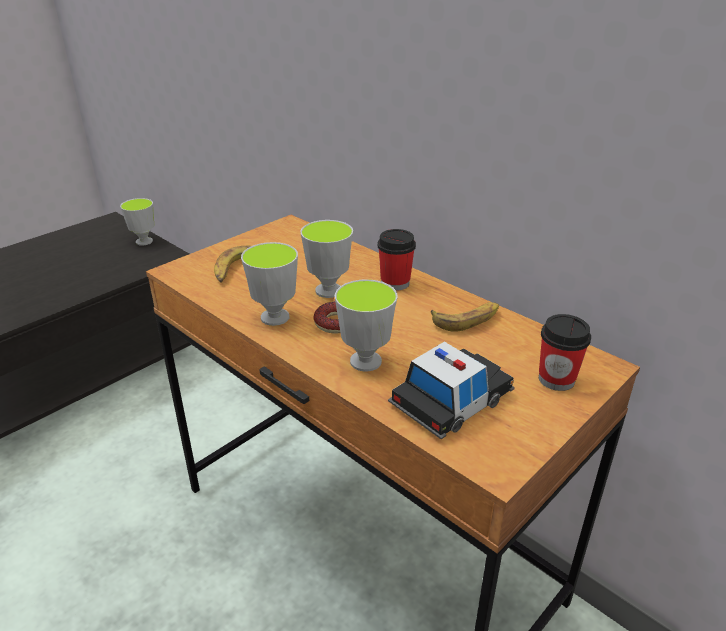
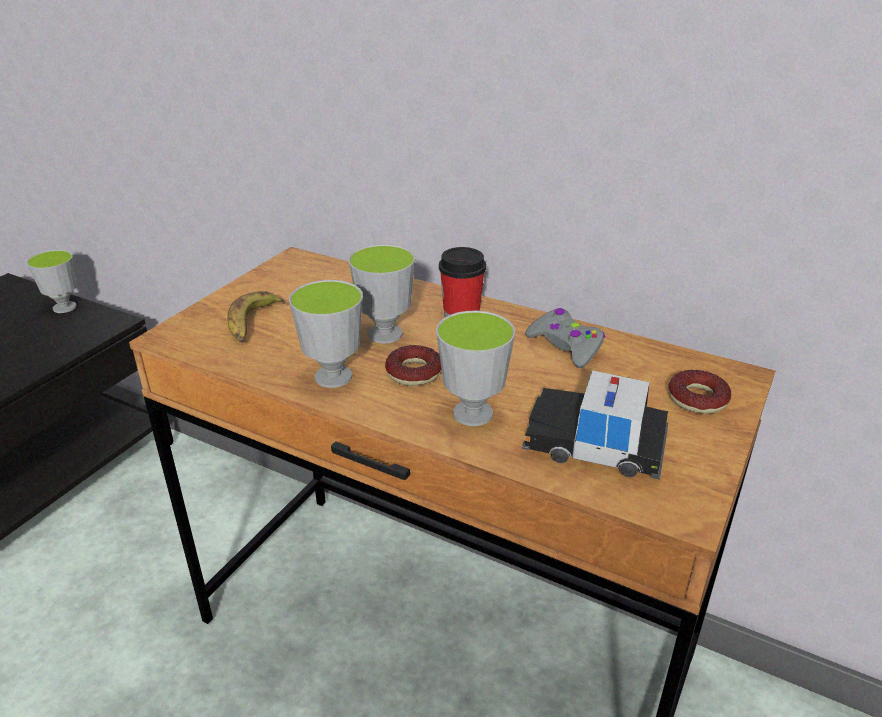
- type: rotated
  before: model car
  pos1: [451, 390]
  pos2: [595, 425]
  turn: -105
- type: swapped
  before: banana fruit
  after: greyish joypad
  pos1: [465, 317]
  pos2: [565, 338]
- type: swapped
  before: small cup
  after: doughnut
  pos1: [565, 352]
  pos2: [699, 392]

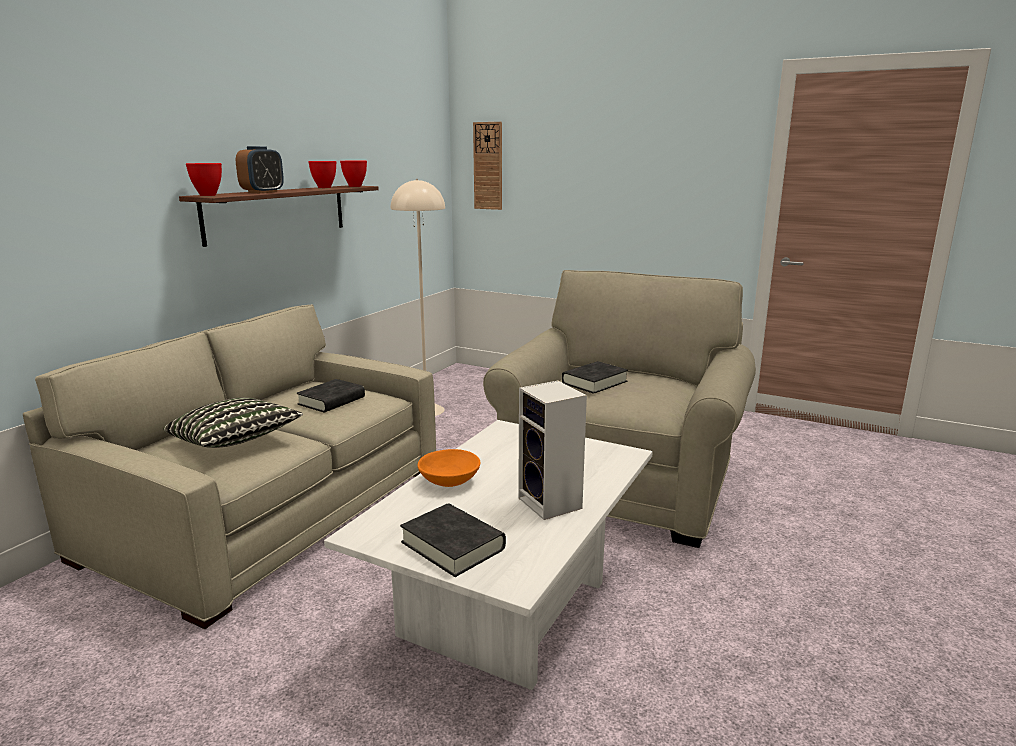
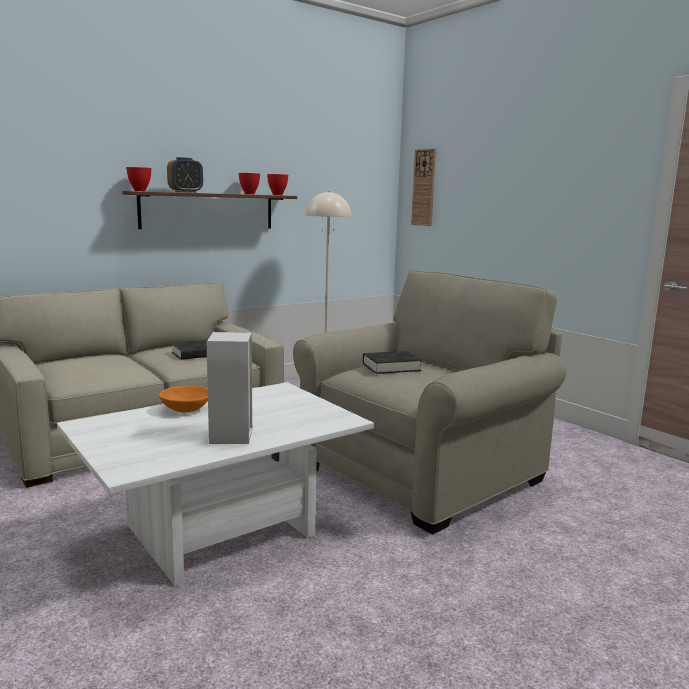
- type: gone
  before: cushion
  pos1: [233, 422]
- type: gone
  before: black-coloured book
  pos1: [453, 540]

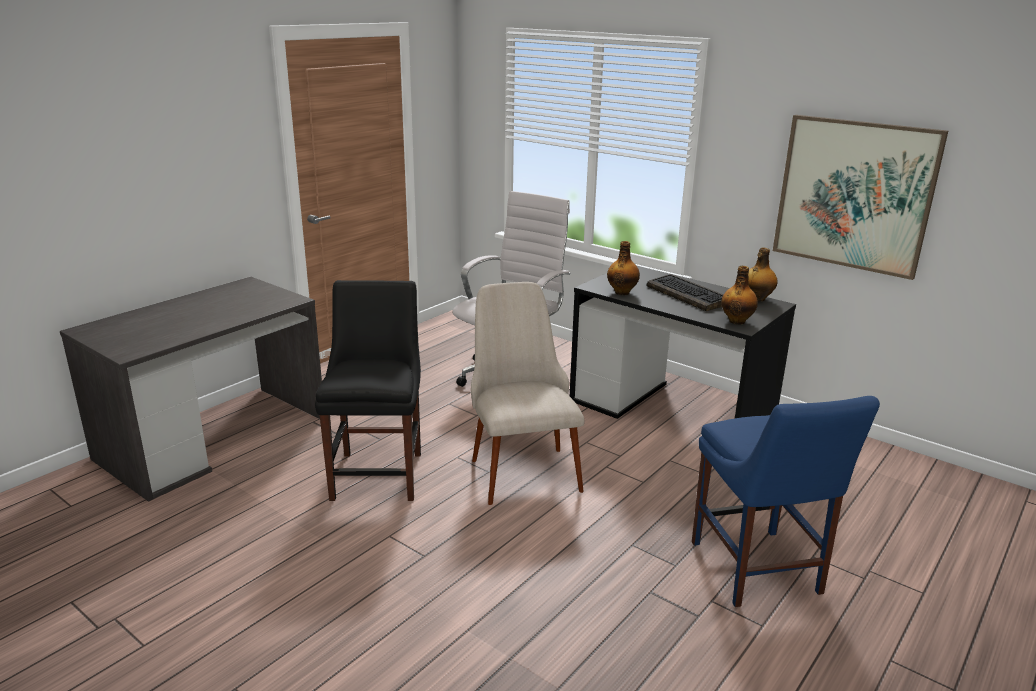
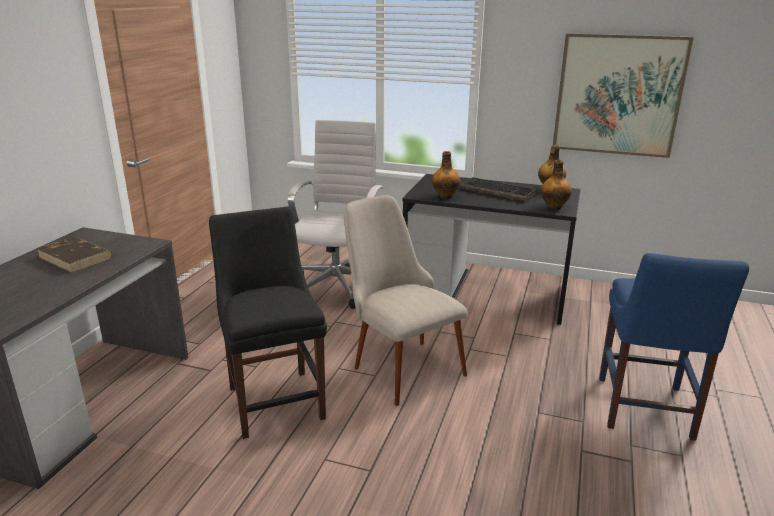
- type: new
  after: brownish book
  pos2: [74, 255]
- type: rotated
  before: blue-coloured upright chair
  pos1: [786, 501]
  pos2: [674, 347]
  turn: 45

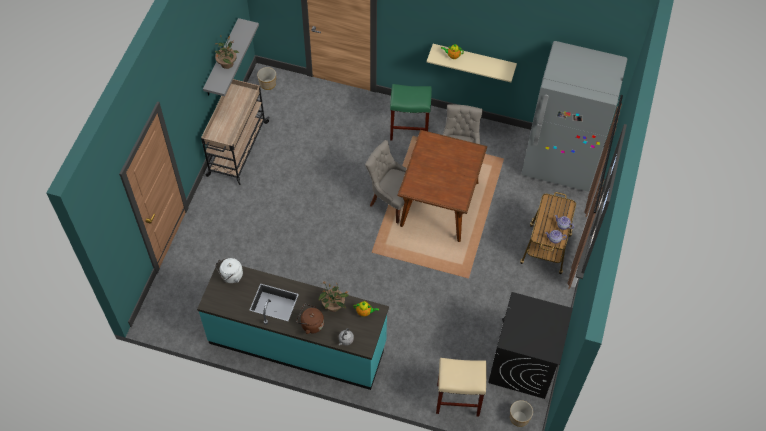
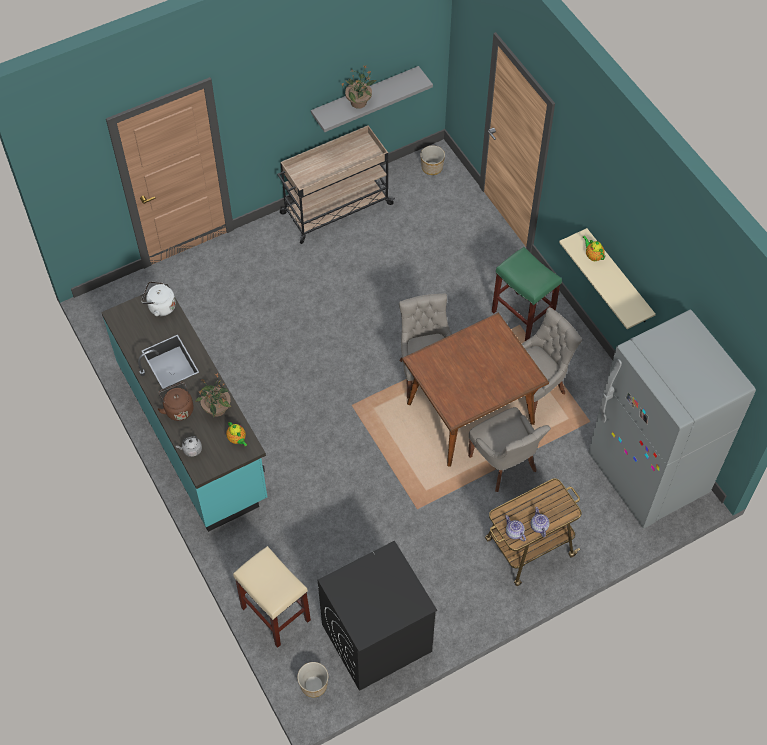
- type: new
  after: greyish upright chair
  pos2: [509, 449]

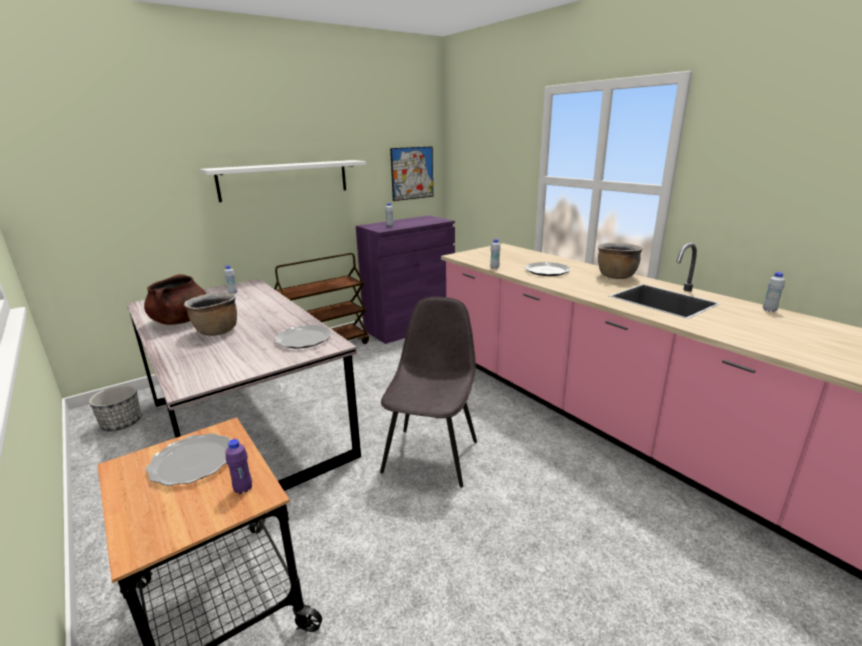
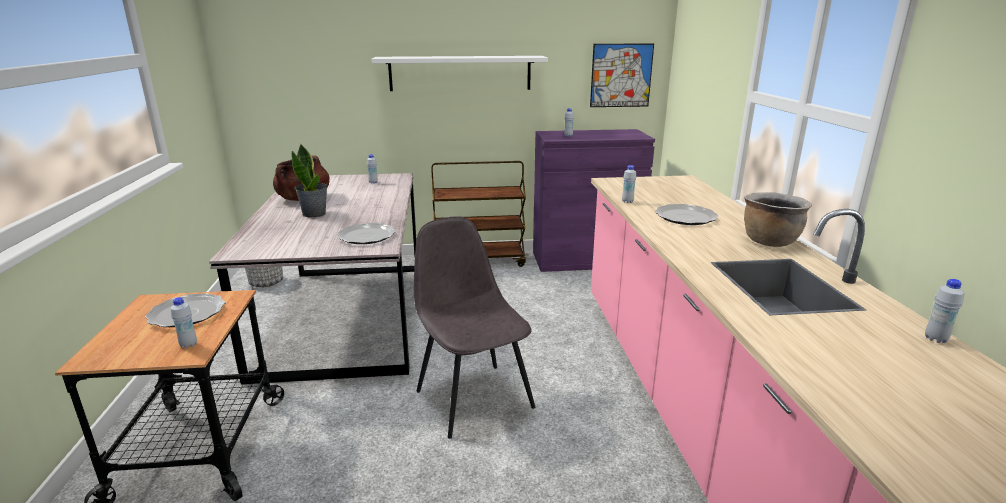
- type: repainted
  before: purplish beverage bottle
  after: whitish beverage bottle
  pos1: [238, 466]
  pos2: [184, 322]
- type: swapped
  before: brownish saucepot
  after: plant in a pot
  pos1: [210, 314]
  pos2: [309, 181]
- type: rotated
  before: greyish upright chair
  pos1: [428, 392]
  pos2: [474, 327]
  turn: -75

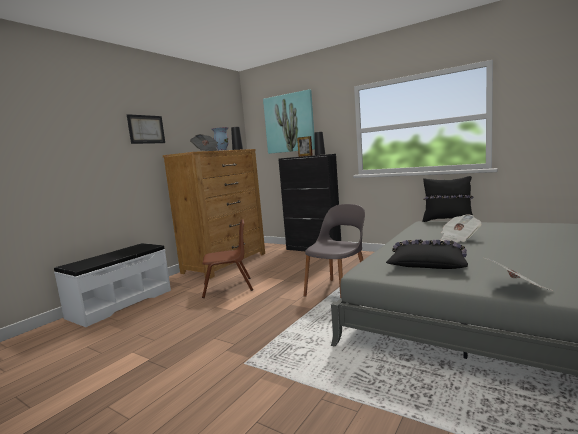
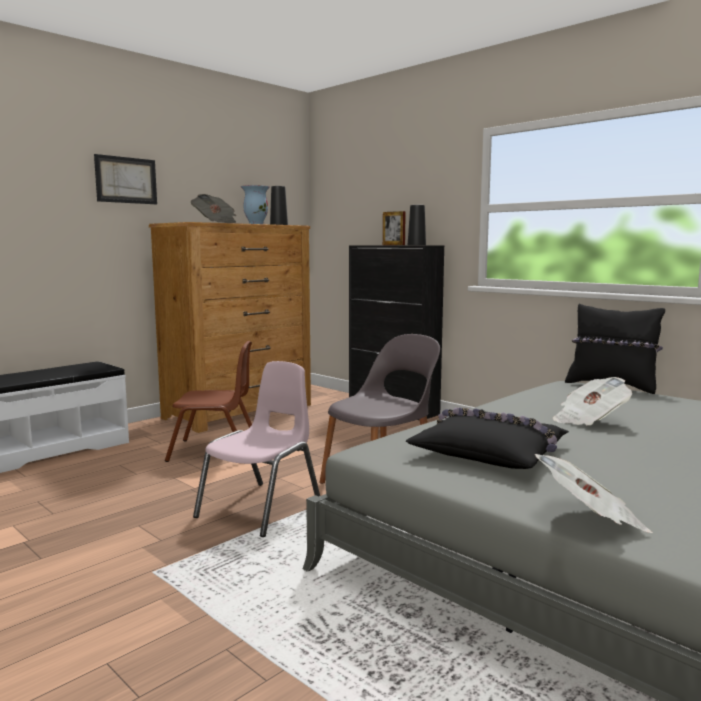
- type: new
  after: pink-coloured upright chair
  pos2: [256, 449]
- type: gone
  before: wall picture
  pos1: [289, 121]

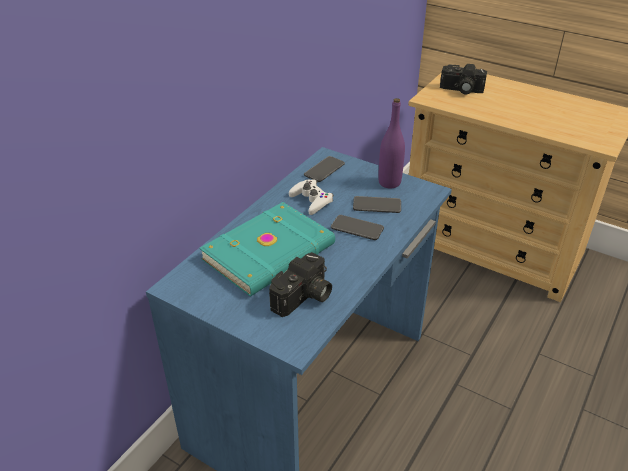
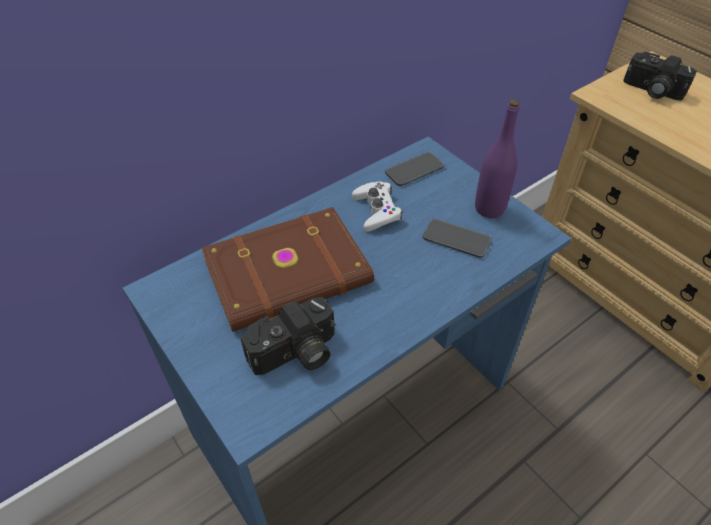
- type: repainted
  before: blue-green book
  after: brownish book
  pos1: [267, 249]
  pos2: [287, 269]
- type: gone
  before: handset
  pos1: [357, 227]

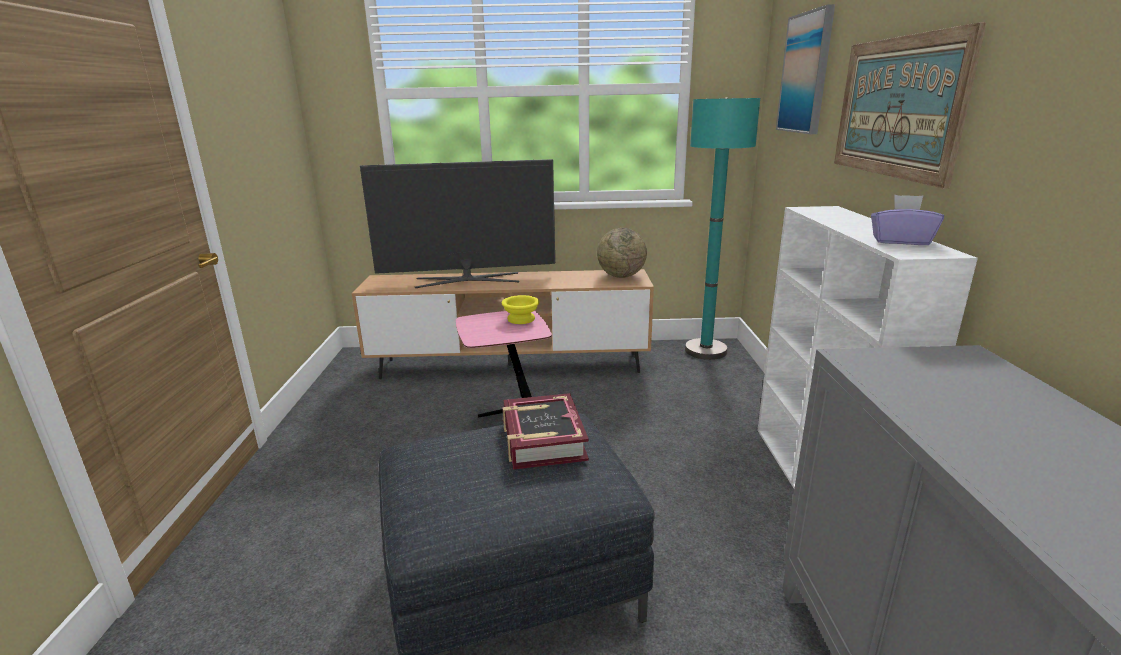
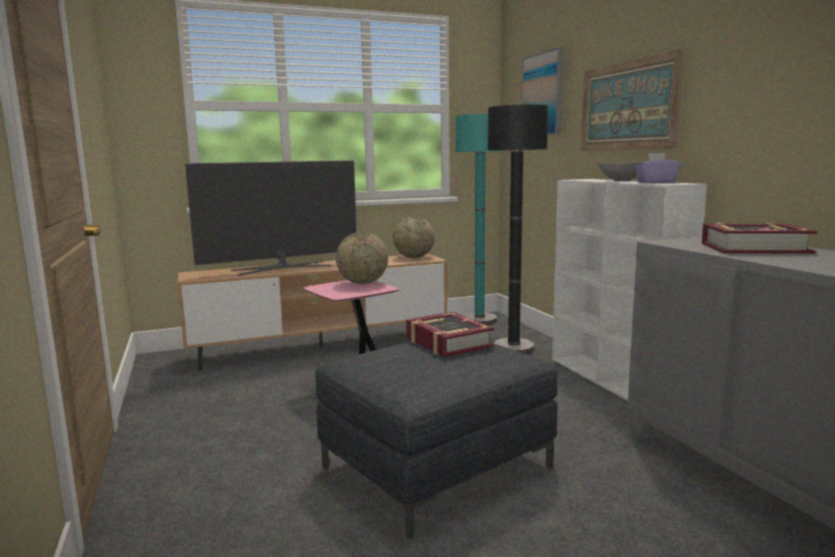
- type: swapped
  before: yellow deep dish
  after: globe
  pos1: [520, 309]
  pos2: [362, 258]
- type: new
  after: black-coloured standard lamp
  pos2: [518, 229]
- type: new
  after: greyish deep dish
  pos2: [620, 171]
- type: new
  after: book
  pos2: [760, 238]

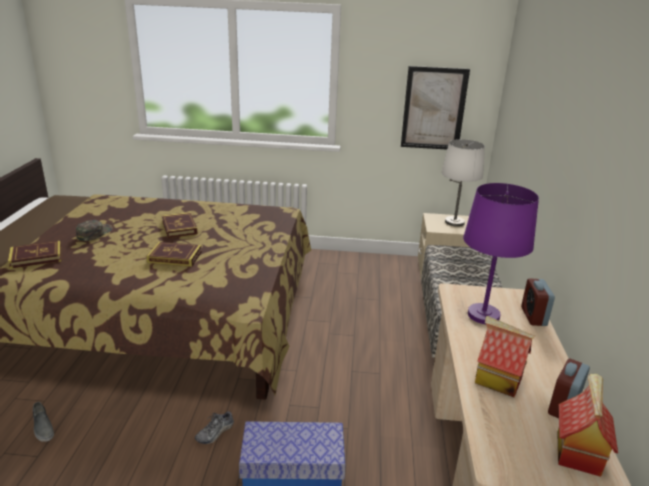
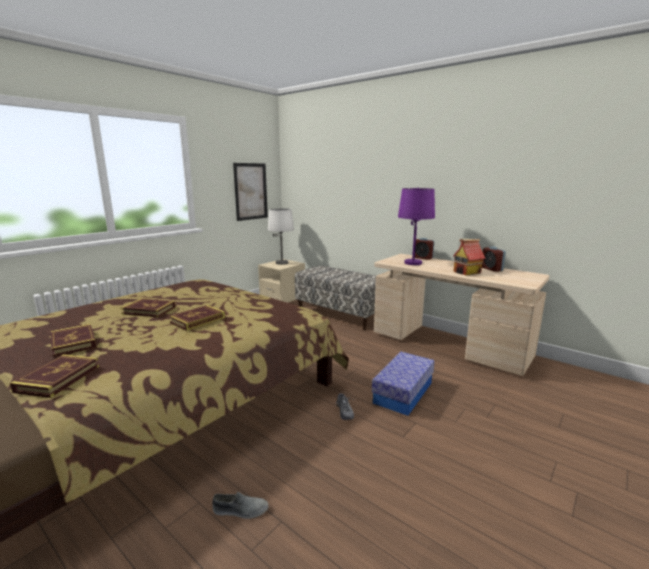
- type: swapped
  before: greenish baseball cap
  after: book
  pos1: [94, 230]
  pos2: [74, 340]
- type: gone
  before: model house
  pos1: [587, 425]

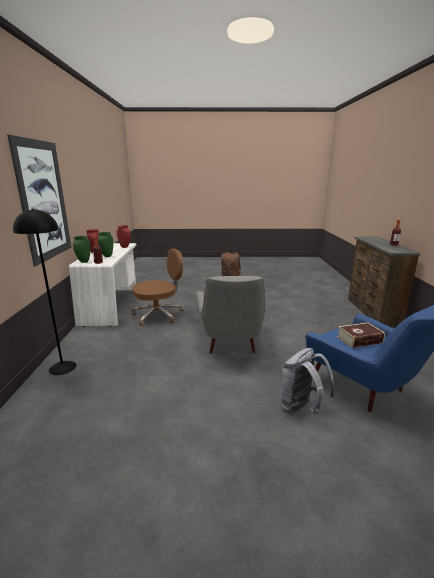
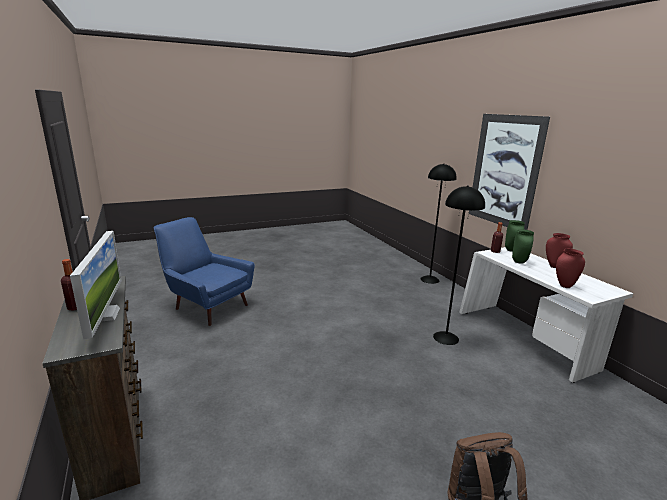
- type: new
  after: computer screen
  pos2: [96, 285]
- type: swapped
  before: brownish desk chair
  after: black-coloured standard lamp
  pos1: [157, 287]
  pos2: [459, 265]
- type: gone
  before: greyish armchair
  pos1: [231, 314]
- type: gone
  before: greyish knapsack
  pos1: [307, 381]
- type: gone
  before: book
  pos1: [361, 335]

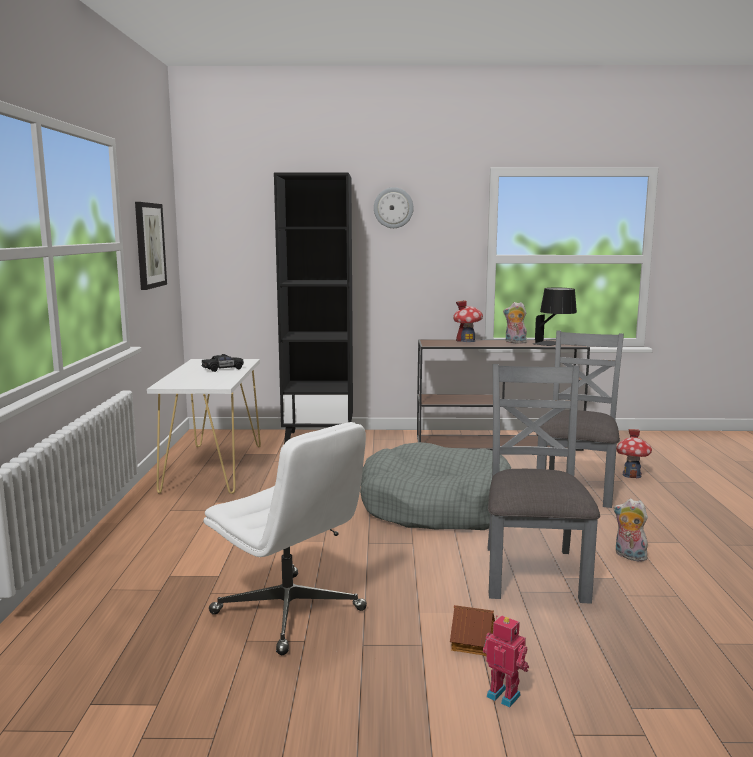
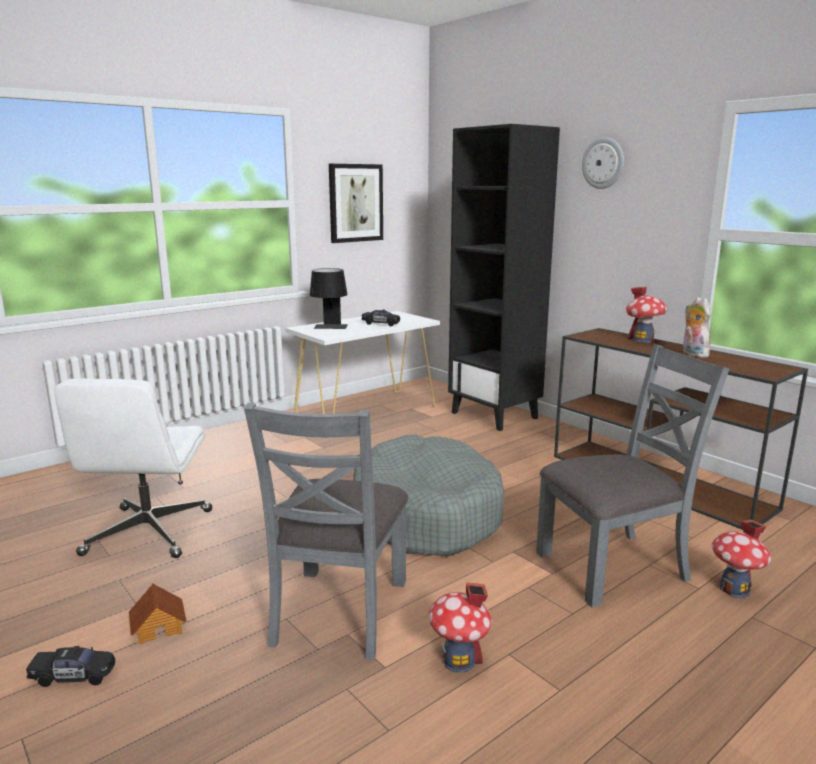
- type: swapped
  before: toy robot
  after: black-coloured model car
  pos1: [506, 661]
  pos2: [70, 666]
- type: rotated
  before: greyish upright chair
  pos1: [544, 484]
  pos2: [326, 532]
  turn: 135
- type: shifted
  before: black-coloured tabletop lamp
  pos1: [555, 317]
  pos2: [329, 298]
- type: swapped
  before: cuddly toy
  after: model house
  pos1: [630, 530]
  pos2: [460, 627]

